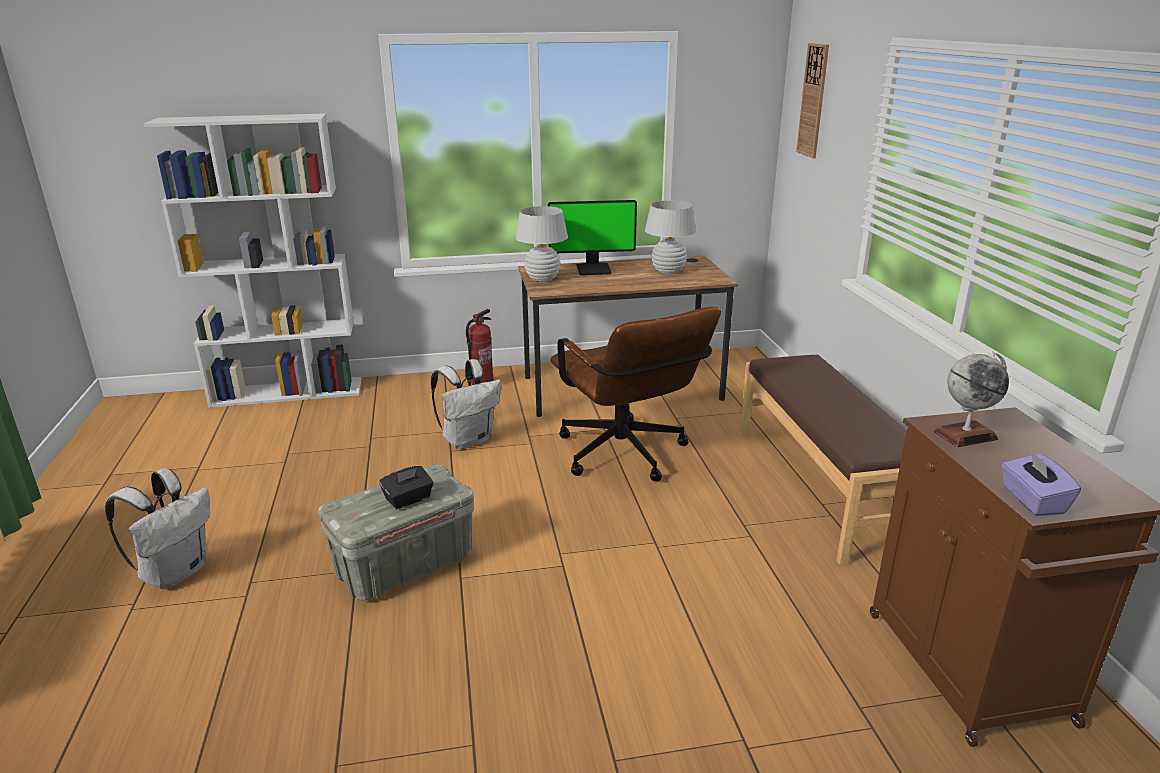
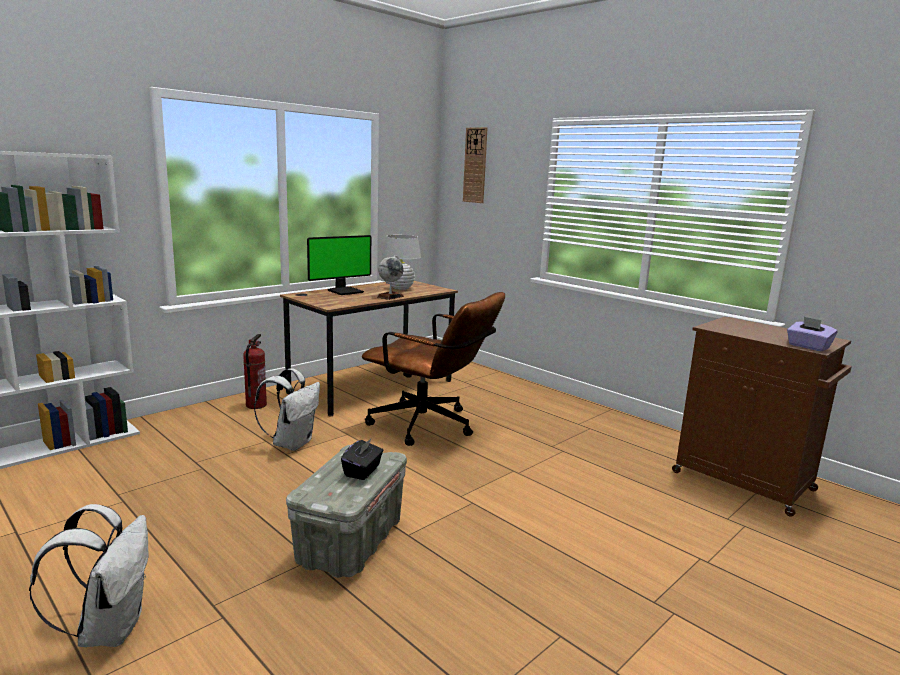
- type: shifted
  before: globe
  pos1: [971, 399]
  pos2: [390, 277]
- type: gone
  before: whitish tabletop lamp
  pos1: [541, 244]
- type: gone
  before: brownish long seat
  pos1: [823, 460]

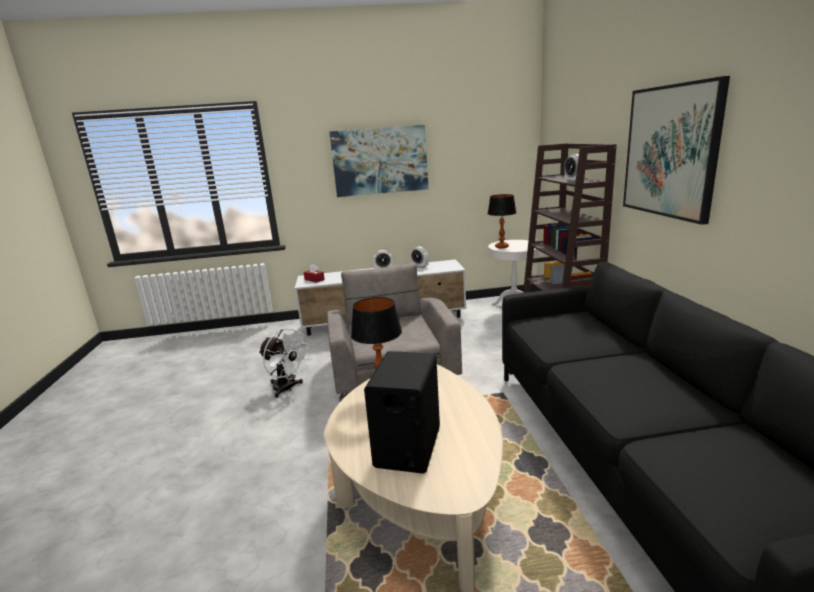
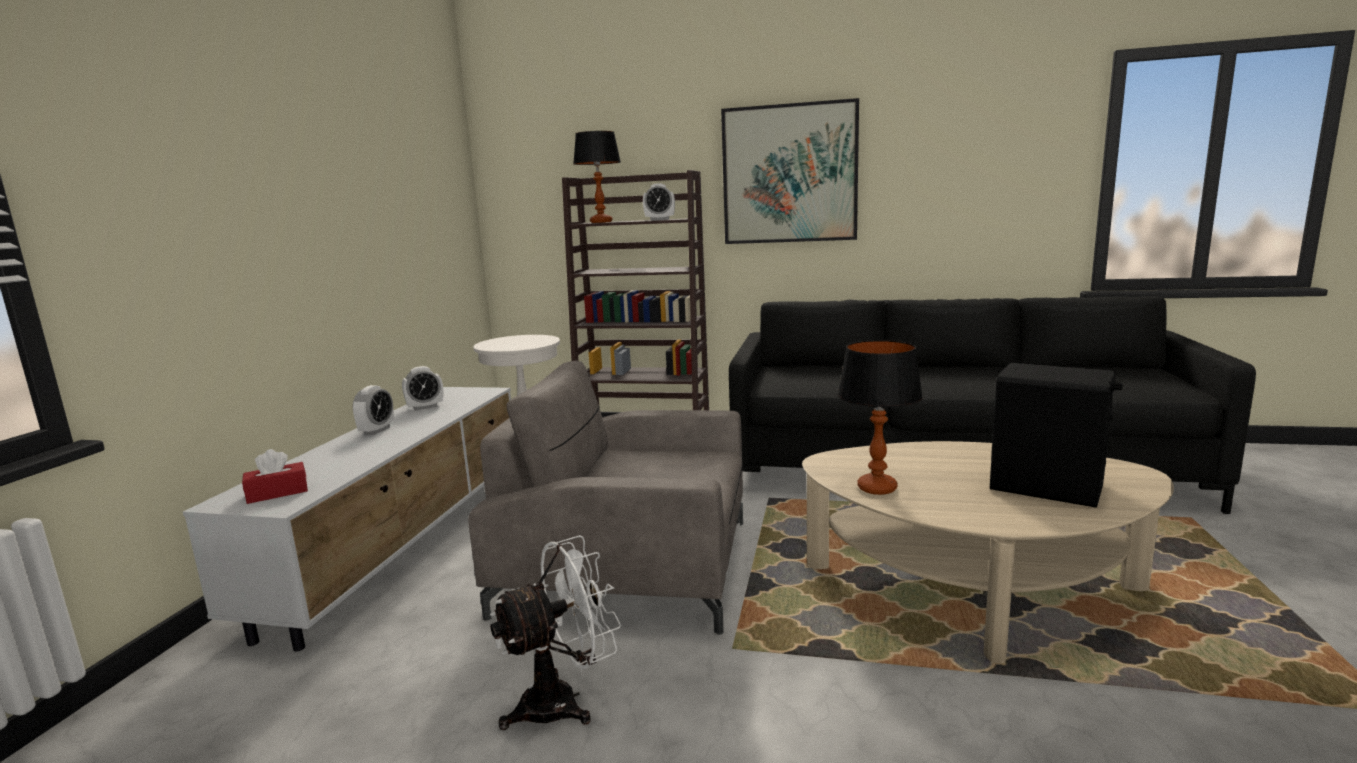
- type: shifted
  before: tabletop lamp
  pos1: [502, 221]
  pos2: [597, 177]
- type: gone
  before: wall picture
  pos1: [378, 161]

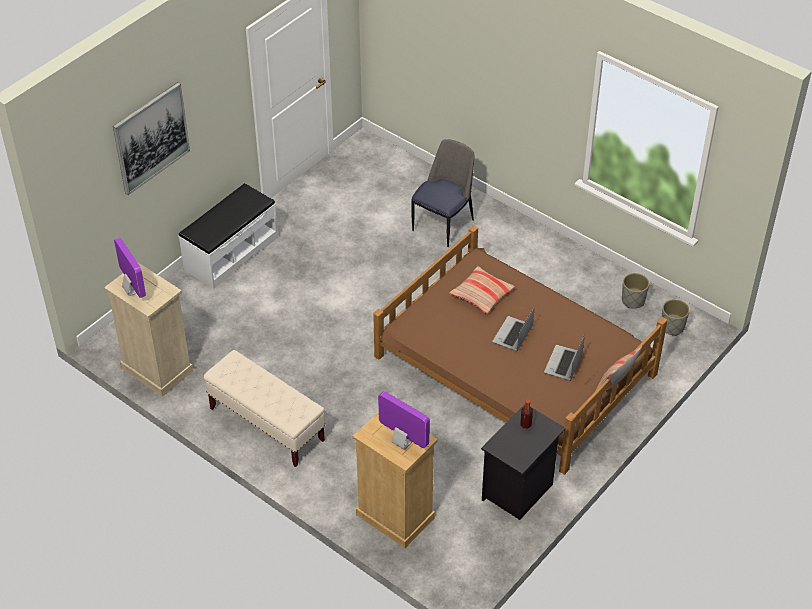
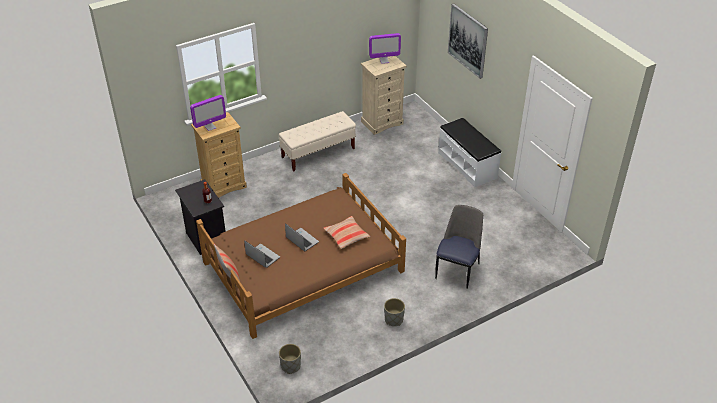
- type: shifted
  before: greyish flower pot
  pos1: [635, 291]
  pos2: [394, 312]
- type: rotated
  before: upright chair
  pos1: [443, 193]
  pos2: [459, 247]
  turn: -120

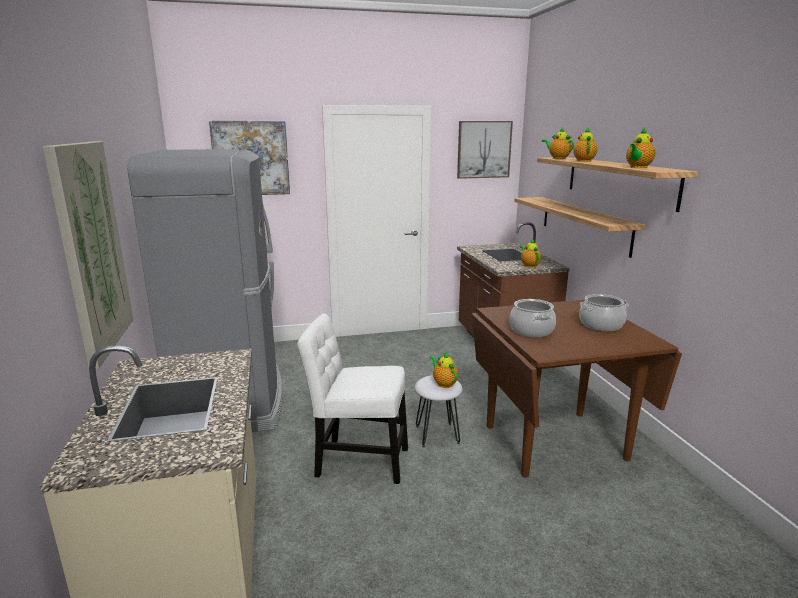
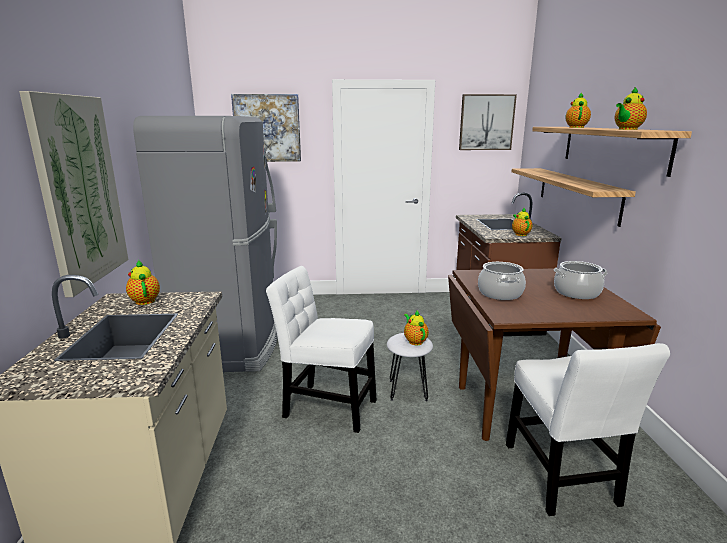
- type: shifted
  before: pot for tea
  pos1: [558, 143]
  pos2: [143, 282]
- type: new
  after: whitish upright chair
  pos2: [588, 429]

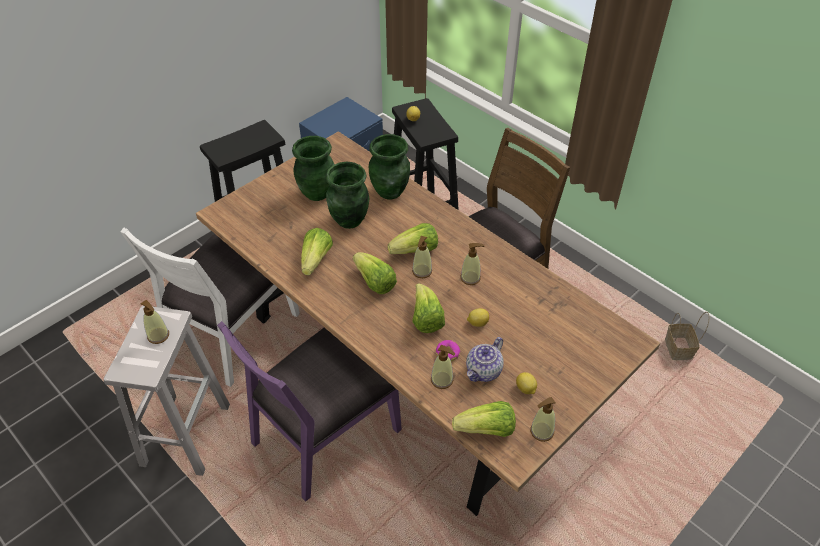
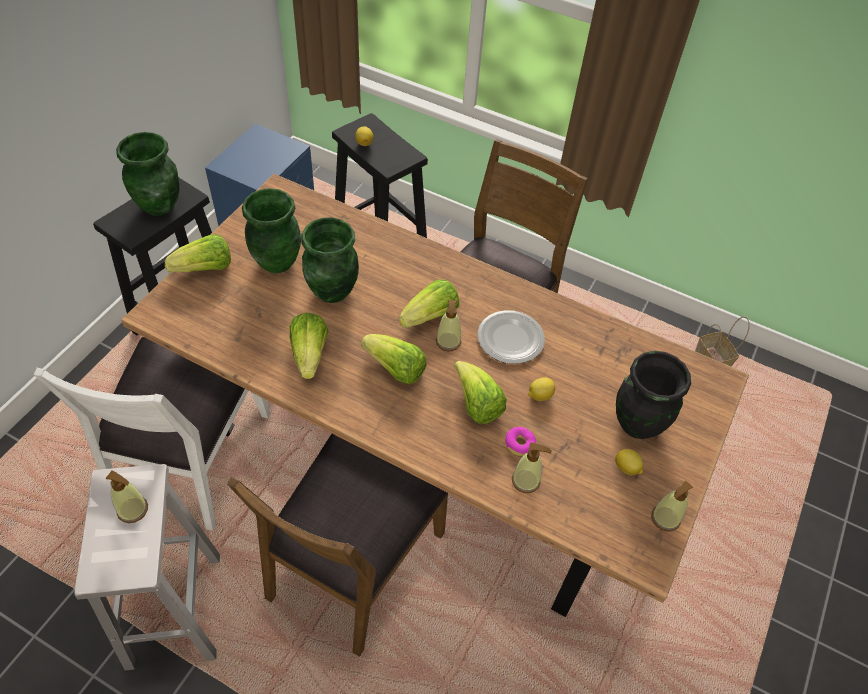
- type: shifted
  before: greenish flower vase
  pos1: [389, 166]
  pos2: [147, 174]
- type: shifted
  before: lettuce
  pos1: [484, 419]
  pos2: [197, 253]
- type: repainted
  before: purplish upright chair
  after: brownish upright chair
  pos1: [309, 411]
  pos2: [337, 545]
- type: swapped
  before: liquid soap bottle
  after: plate
  pos1: [472, 264]
  pos2: [511, 337]
- type: new
  after: black-coloured flower vase
  pos2: [653, 395]
- type: gone
  before: pot for tea
  pos1: [485, 359]

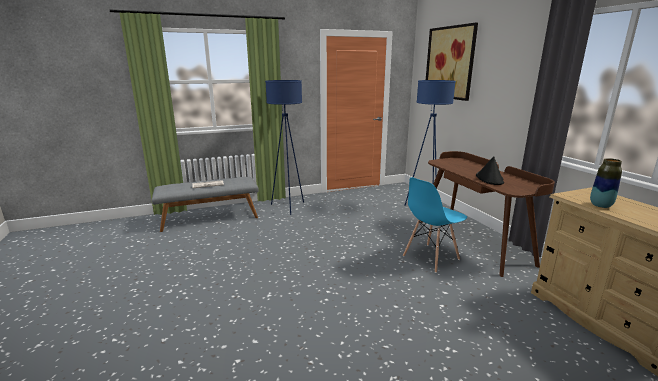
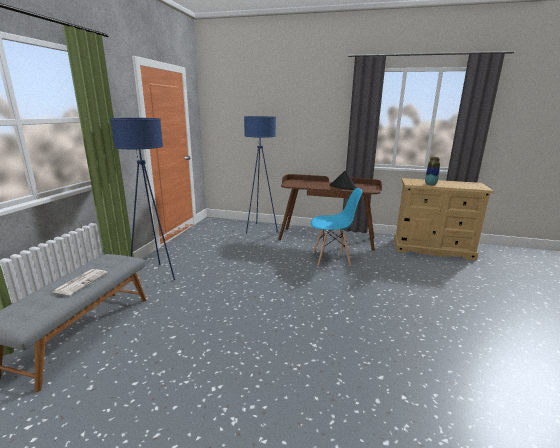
- type: rotated
  before: blue-coloured upright chair
  pos1: [435, 225]
  pos2: [336, 227]
  turn: -90
- type: gone
  before: wall picture
  pos1: [452, 61]

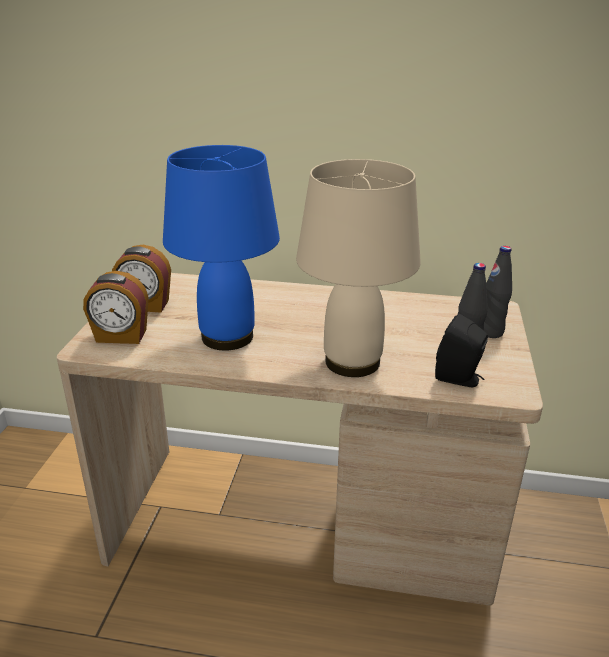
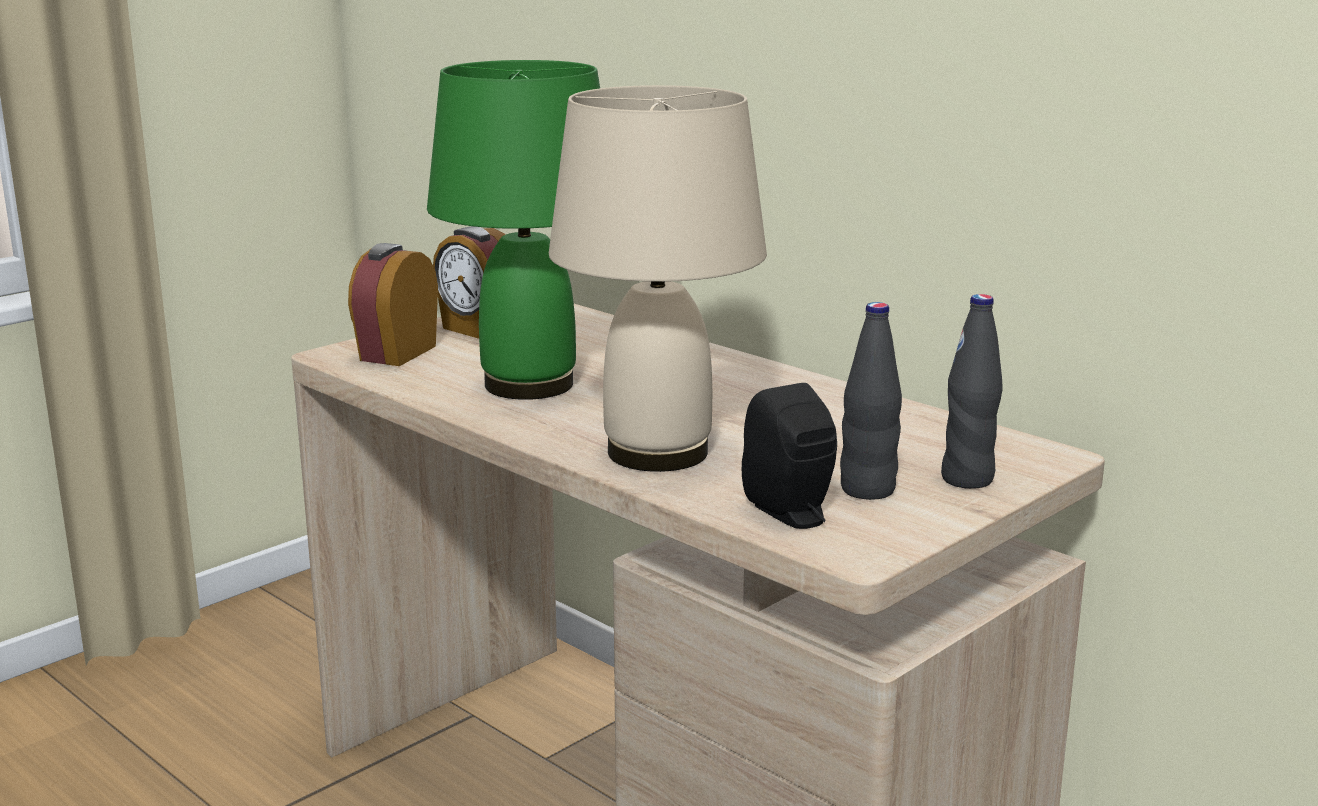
- type: rotated
  before: table clock
  pos1: [116, 307]
  pos2: [393, 304]
  turn: 75
- type: repainted
  before: blue-coloured tabletop lamp
  after: greenish tabletop lamp
  pos1: [221, 248]
  pos2: [513, 230]

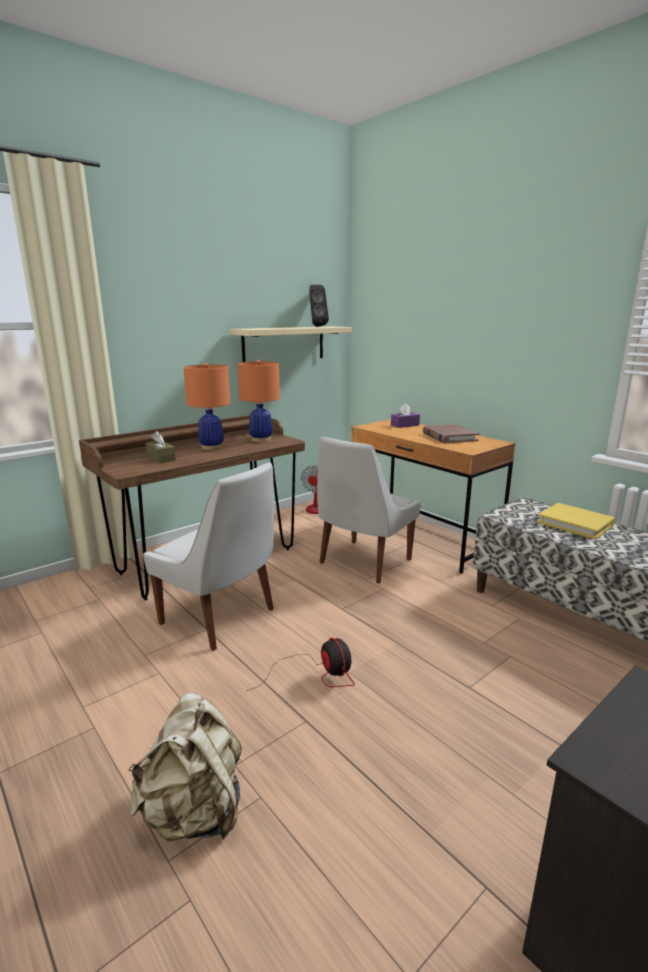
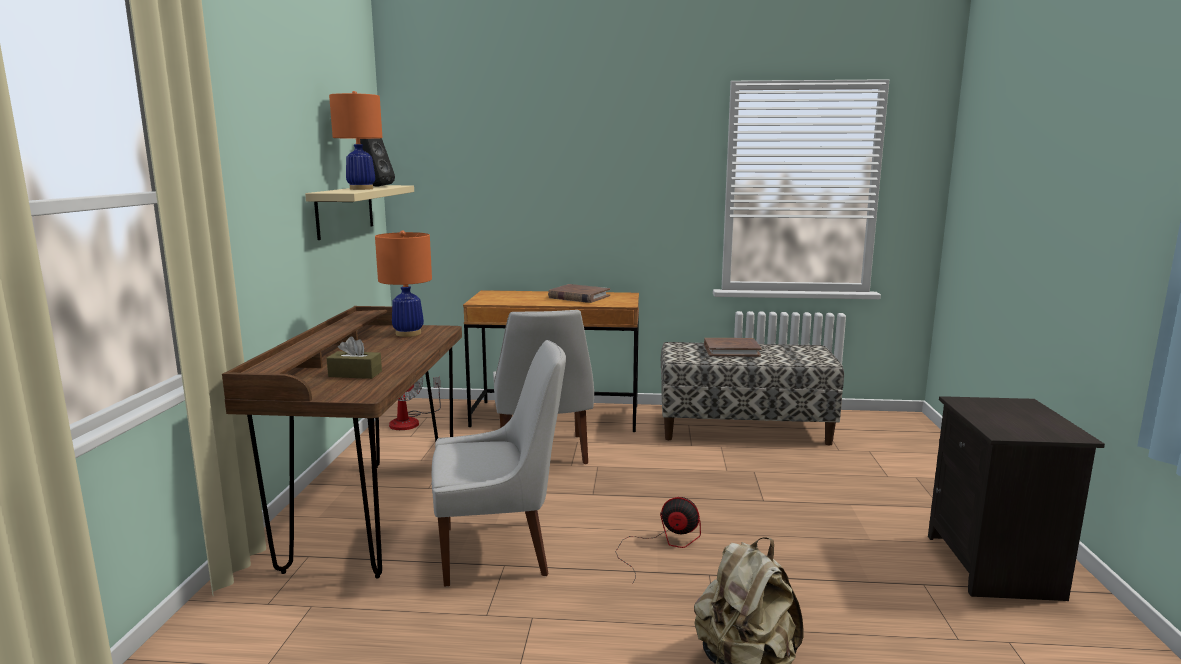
- type: shifted
  before: orange tabletop lamp
  pos1: [206, 406]
  pos2: [355, 140]
- type: repainted
  before: yellow book
  after: brownish book
  pos1: [575, 521]
  pos2: [733, 347]
- type: gone
  before: purplish tissue holder
  pos1: [405, 416]

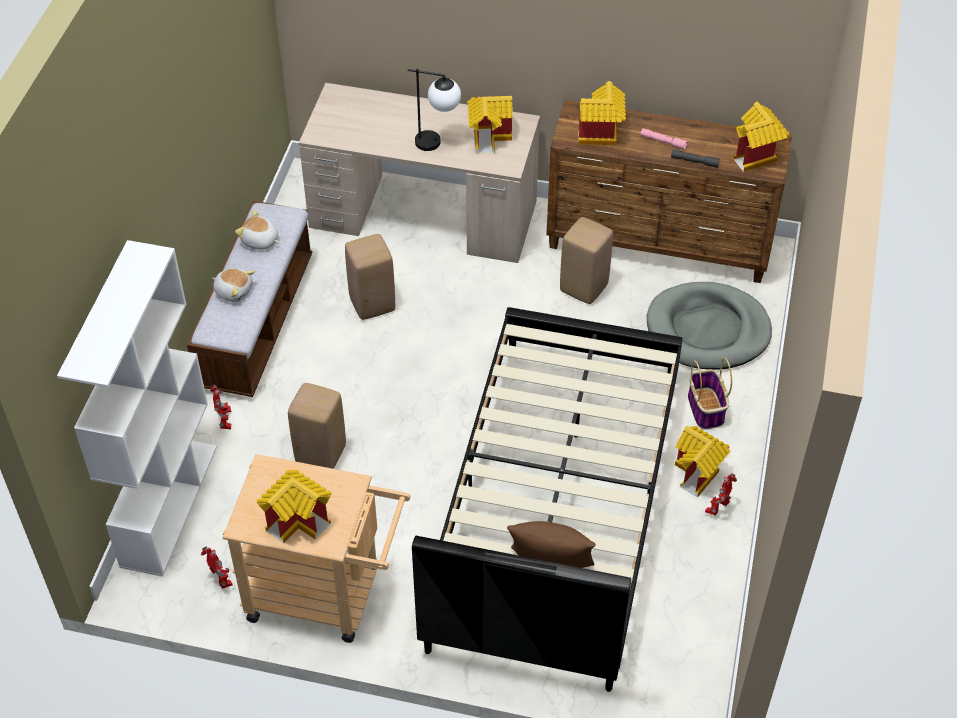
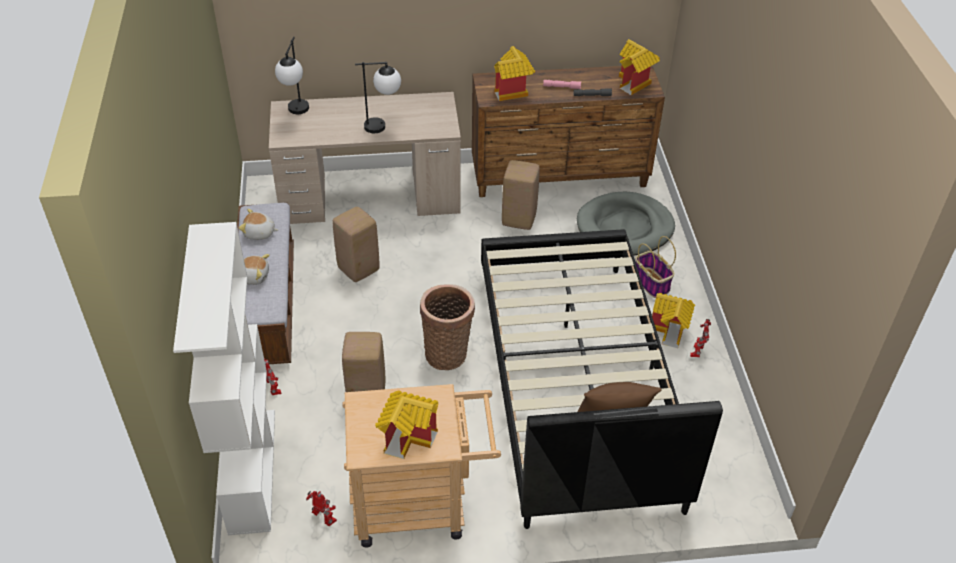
- type: new
  after: tabletop lamp
  pos2: [292, 75]
- type: new
  after: household basket
  pos2: [447, 327]
- type: gone
  before: model house
  pos1: [490, 125]

